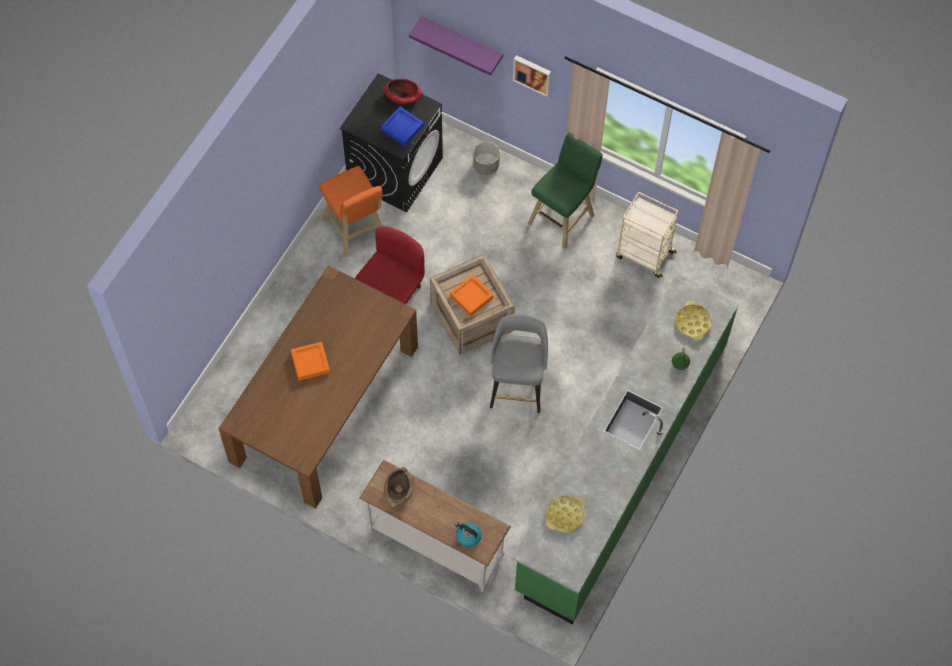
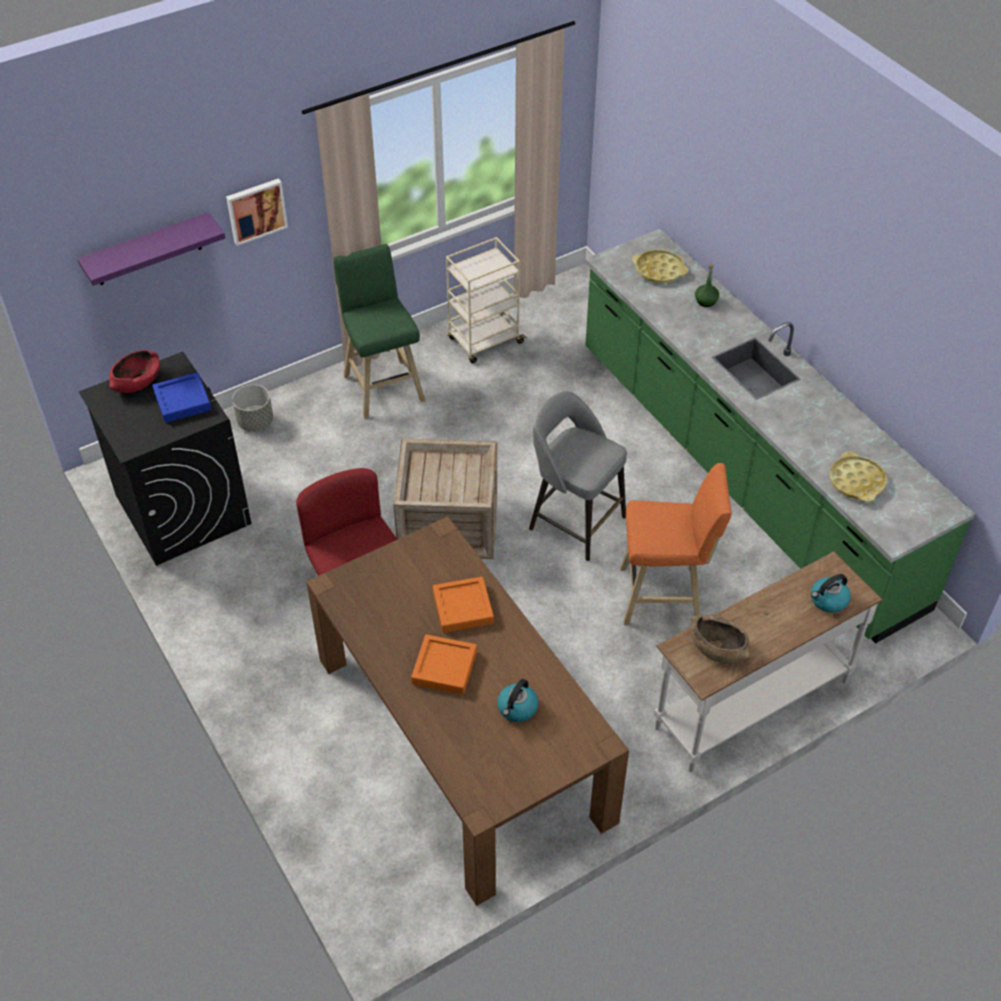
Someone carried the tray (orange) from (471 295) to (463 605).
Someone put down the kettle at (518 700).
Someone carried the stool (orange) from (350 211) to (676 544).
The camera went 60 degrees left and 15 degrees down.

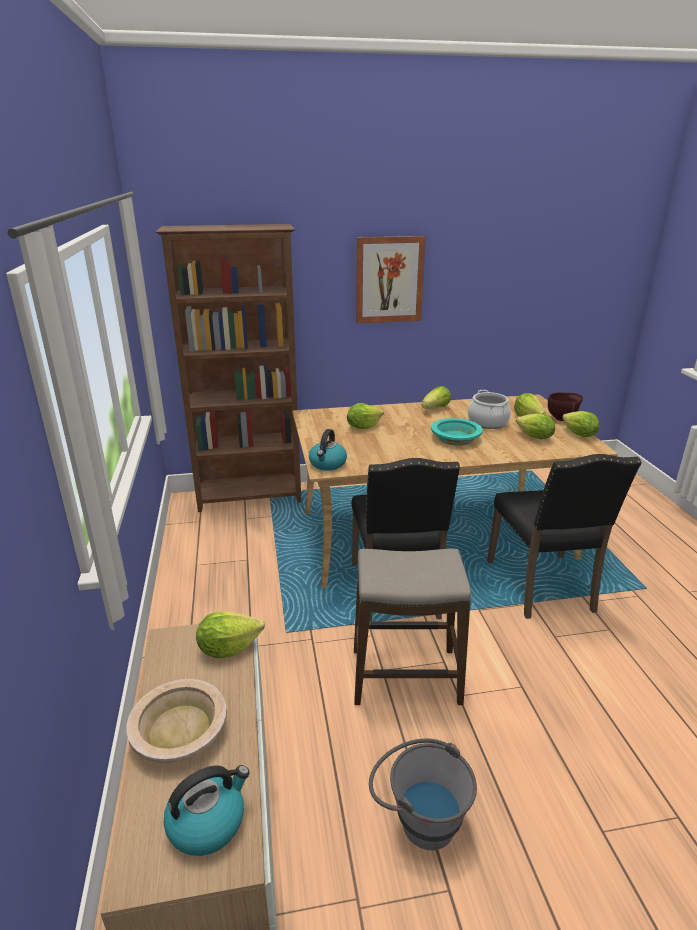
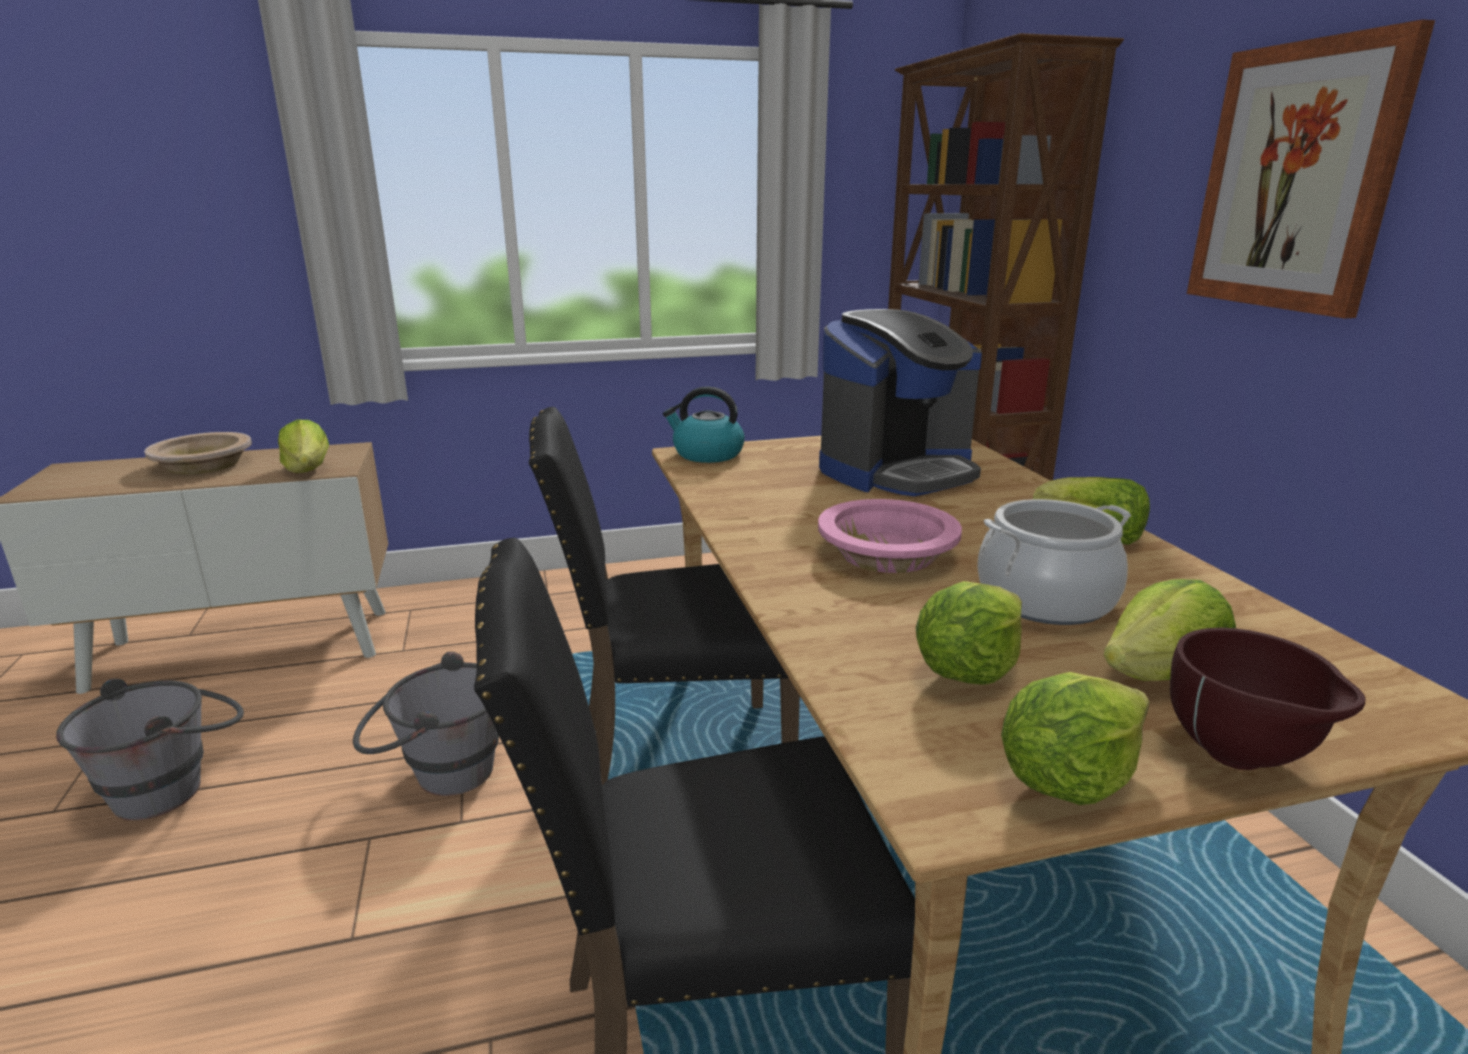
Someone swapped the stool at (412 627) for the bucket (grey) at (426 724).
Someone repainted the bowl (turquoise) at (456 432), which became the bowl (pink) at (890 536).
Someone swapped the lettuce at (365 416) for the coffee machine at (900 402).
Someone took away the kettle at (207 810).
The camera went 85 degrees right and 5 degrees down.

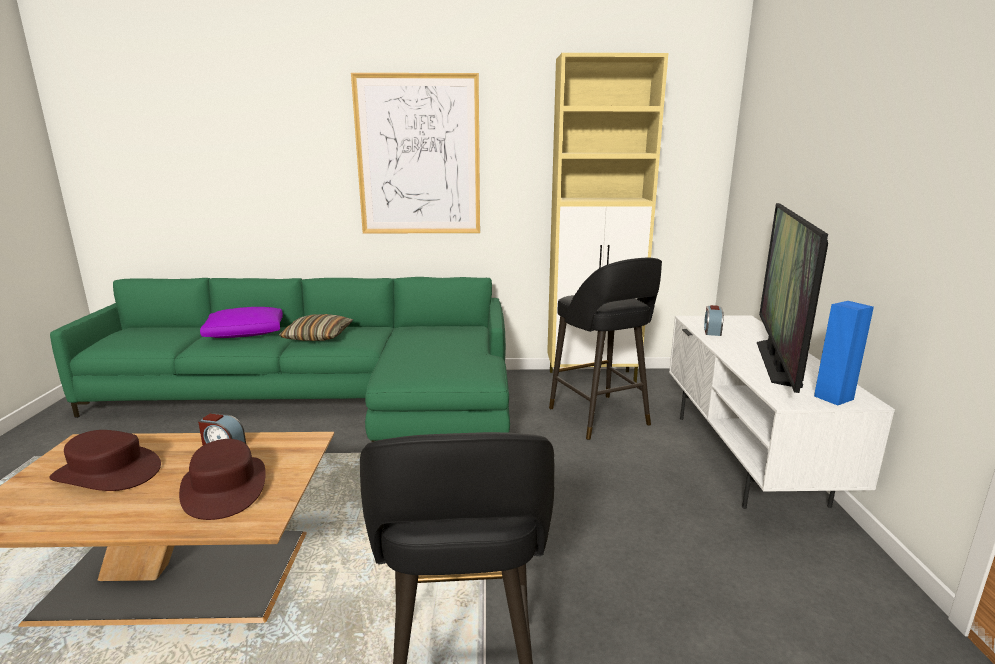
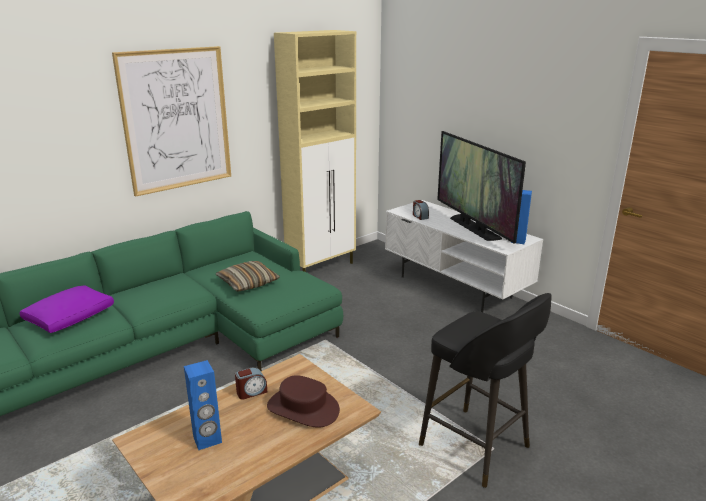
Someone swapped the hat (brown) at (105 460) for the speaker (blue) at (203 405).
Someone carried the pillow from (316 327) to (248 276).
Someone took away the stool (black) at (605 349).
The camera went 40 degrees left and 5 degrees up.

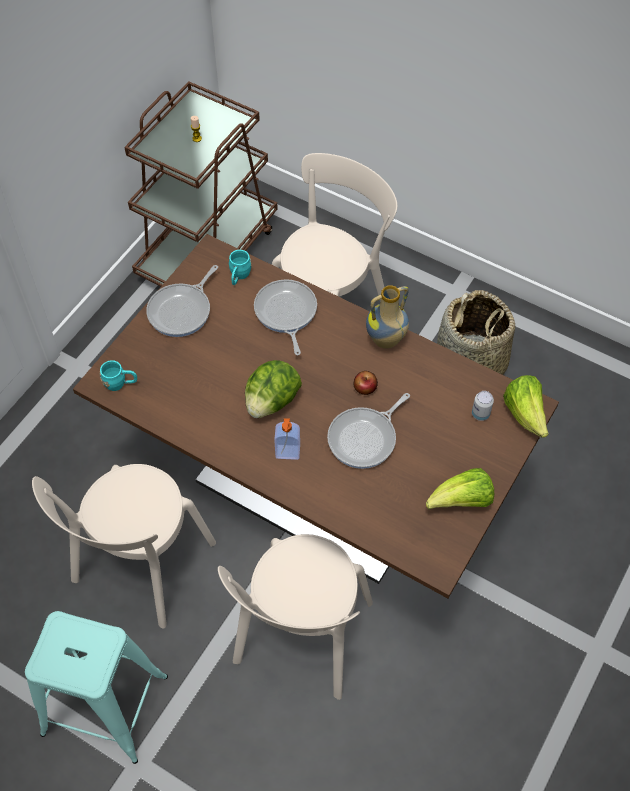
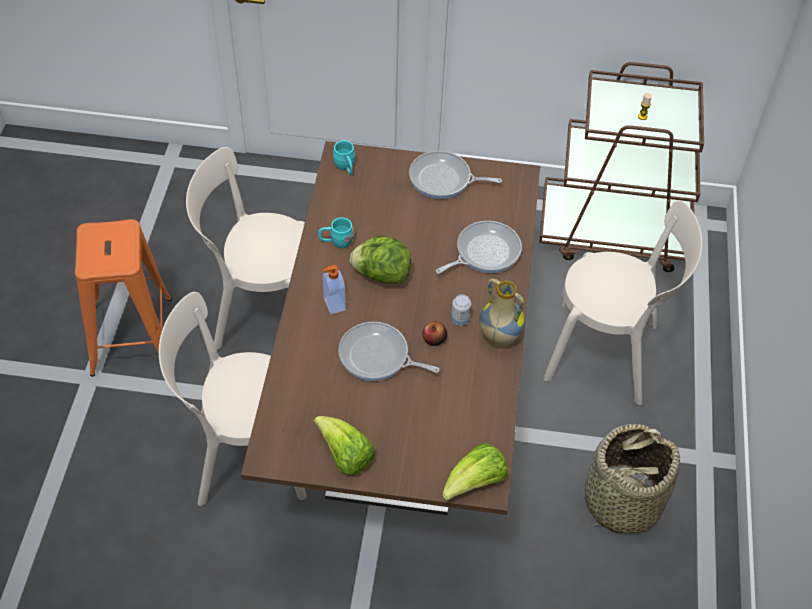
Someone repainted the stool (turquoise) at (96 687), which became the stool (orange) at (123 298).
Someone carried the mug (turquoise) from (240 267) to (336 232).
Someone carried the can from (483 406) to (461 310).
The camera went 65 degrees right and 5 degrees down.

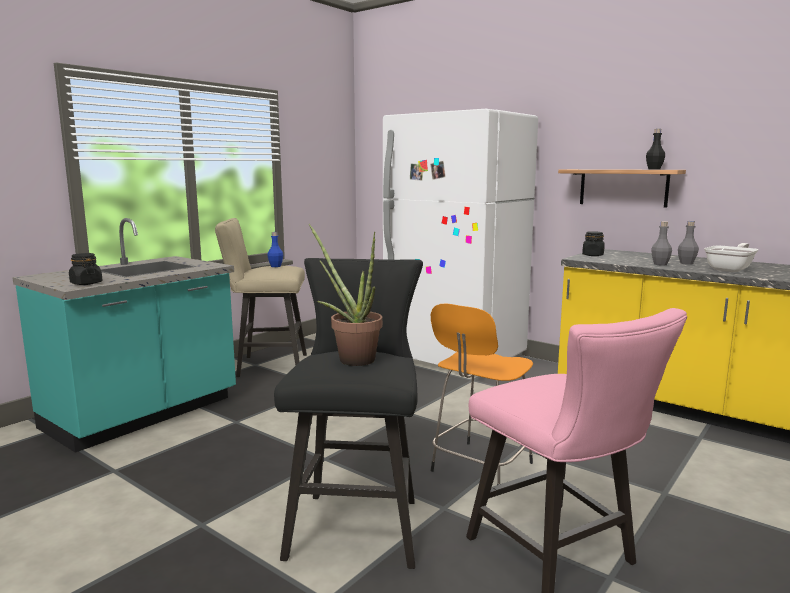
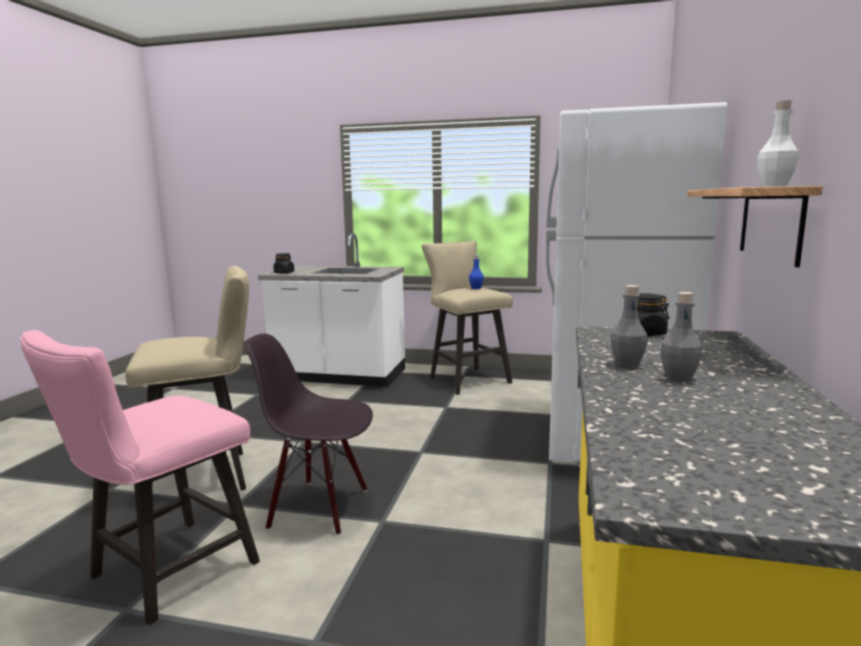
Someone repainted the stool (black) at (348 413), which became the stool (beige) at (187 378).
Someone swapped the stool (orange) at (482 394) for the chair (black) at (309 434).
Someone repainted the counter (turquoise) at (124 335), which became the counter (white) at (331 310).
Someone repainted the bottle (black) at (655 149), which became the bottle (white) at (778 144).
Someone took away the potted plant at (346 295).
Someone took away the frying pan at (731 257).
The camera went 65 degrees right and 0 degrees up.

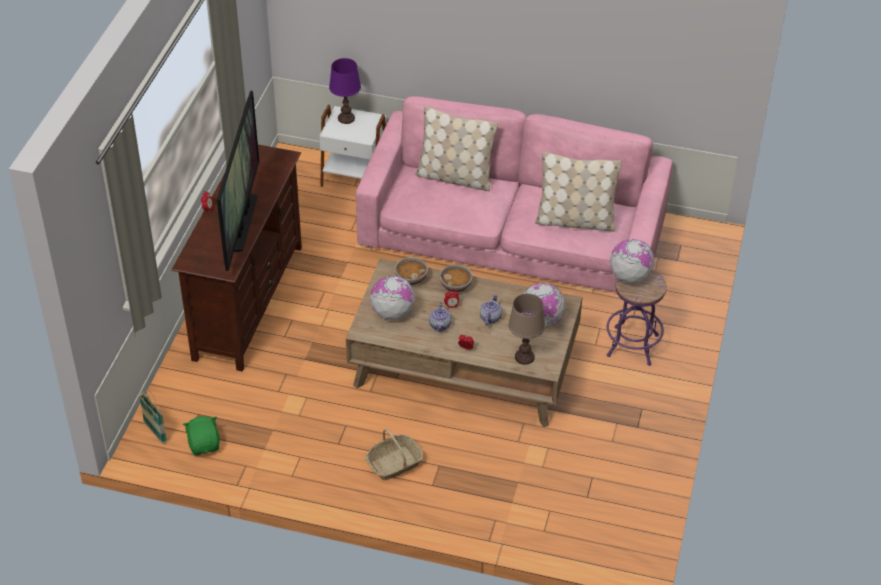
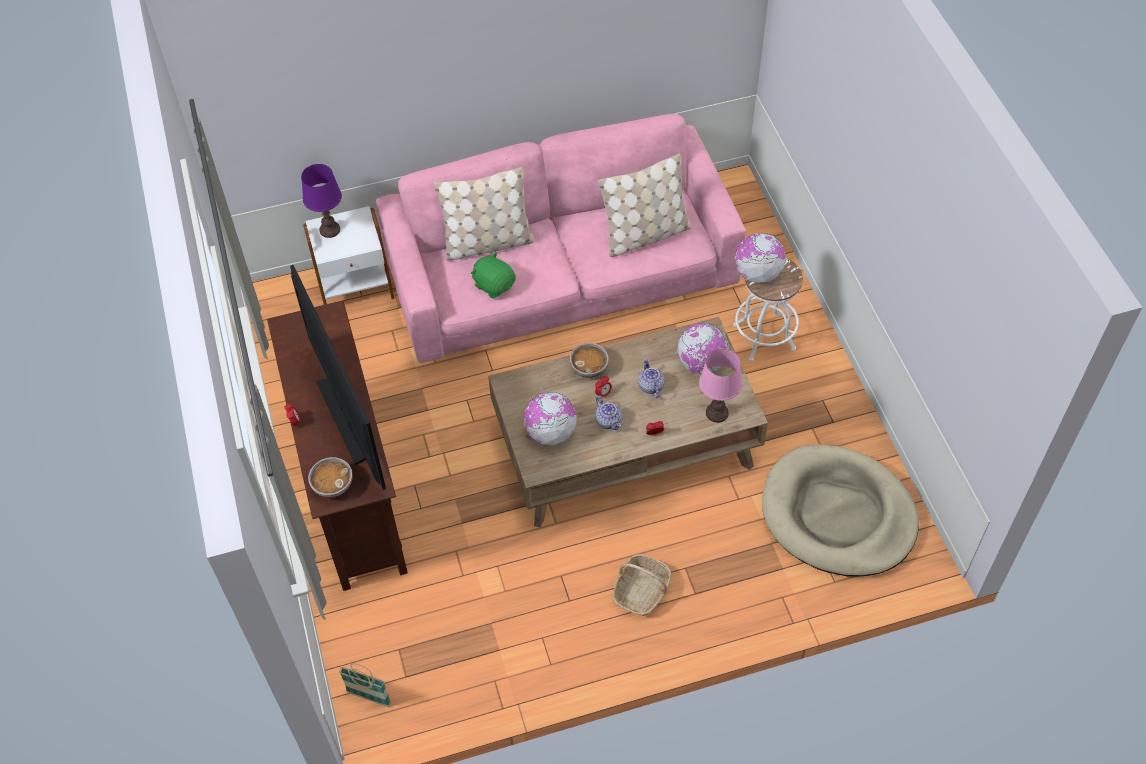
Someone carried the bowl from (411 271) to (330 477).
Someone carried the plush toy (green) from (201 435) to (493 275).
Someone repainted the table lamp (brown) at (526 329), which became the table lamp (pink) at (720 386).
Someone repainted the stool (purple) at (637 317), which became the stool (white) at (768 309).
Someone put down the dog bed (beige) at (840 510).
The camera went 30 degrees left and 10 degrees up.

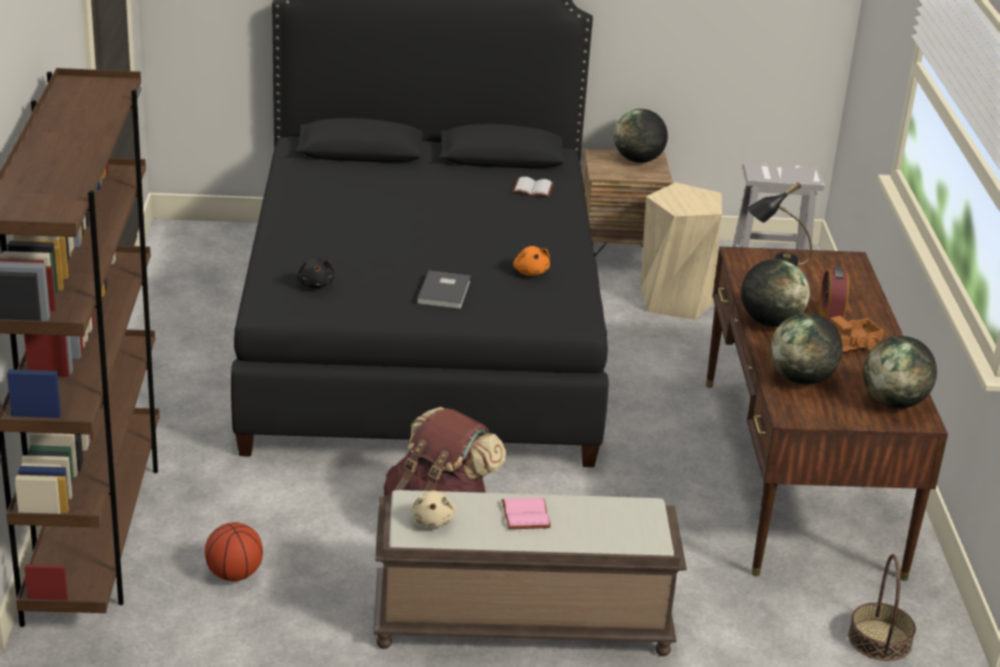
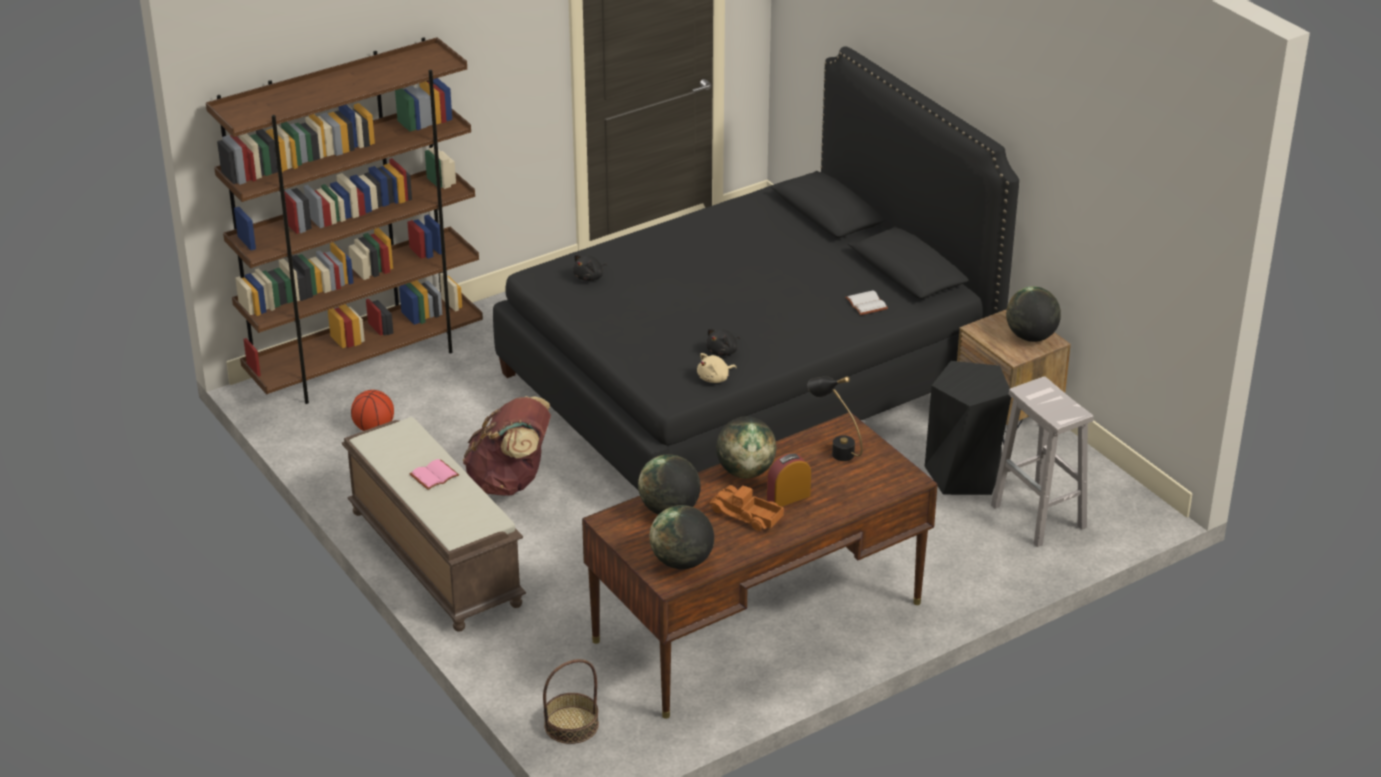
Someone carried the plush toy (beige) from (433 509) to (717 368).
Someone repainted the plush toy (orange) at (531 261), which became the plush toy (black) at (723 342).
Someone repainted the stool (beige) at (681 251), which became the stool (black) at (968 428).
Someone took away the book (grey) at (444 290).
The camera went 60 degrees right and 5 degrees up.

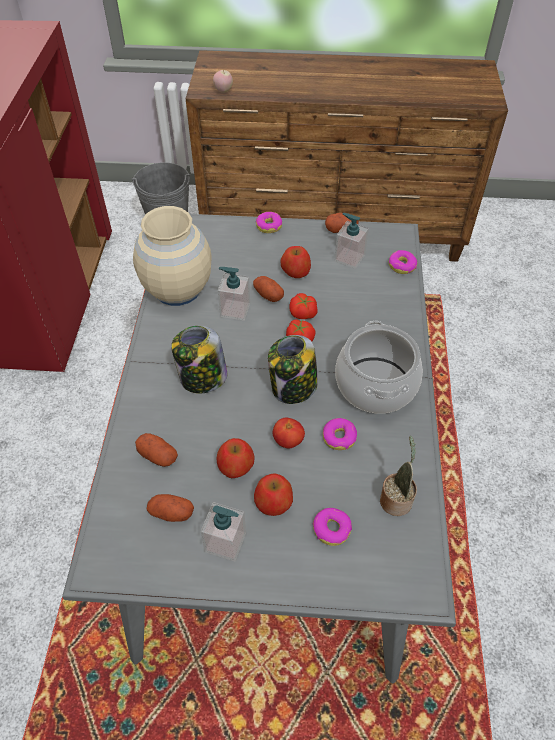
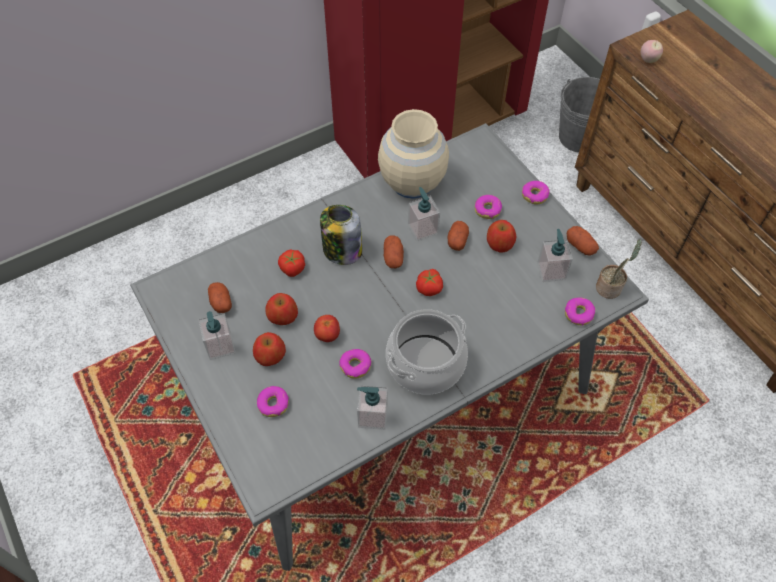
Someone carried the tomato from (303 306) to (291 263).
Someone put down the soap dispenser at (372 407).
Someone carried the potato from (156 450) to (394 251).
Someone put down the donut at (488 207).
Someone carried the potted plant from (398 476) to (619 269).
Someone took away the jar at (293 369).
The camera went 55 degrees right and 5 degrees up.

